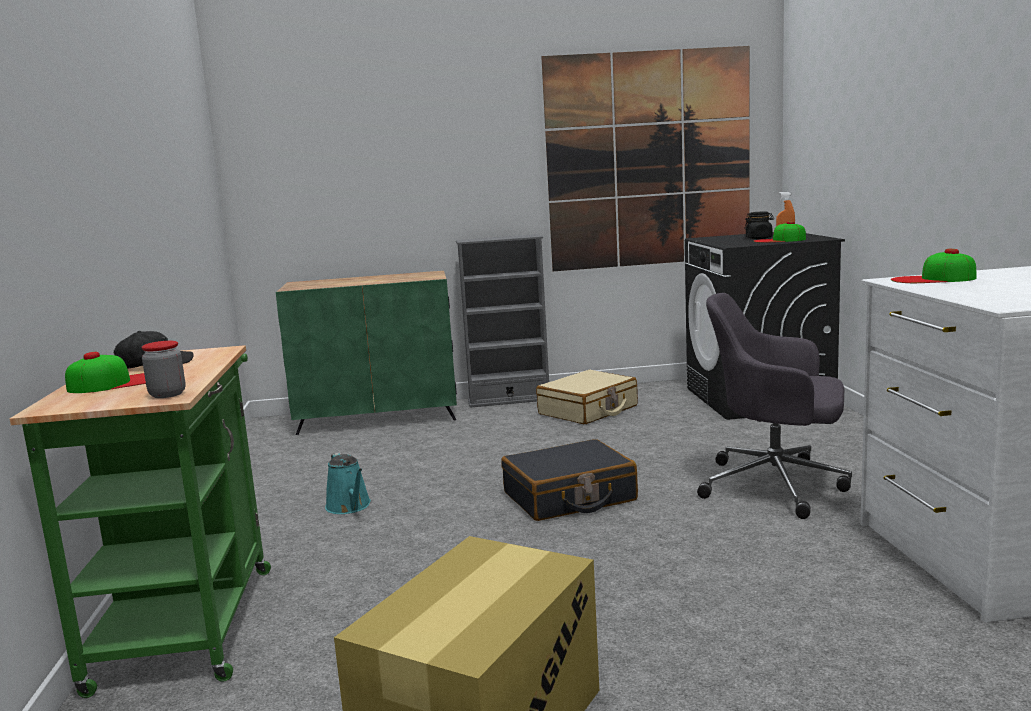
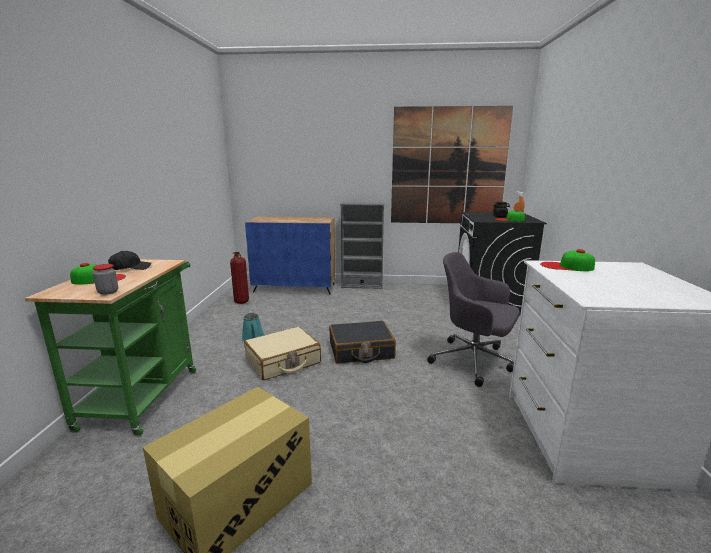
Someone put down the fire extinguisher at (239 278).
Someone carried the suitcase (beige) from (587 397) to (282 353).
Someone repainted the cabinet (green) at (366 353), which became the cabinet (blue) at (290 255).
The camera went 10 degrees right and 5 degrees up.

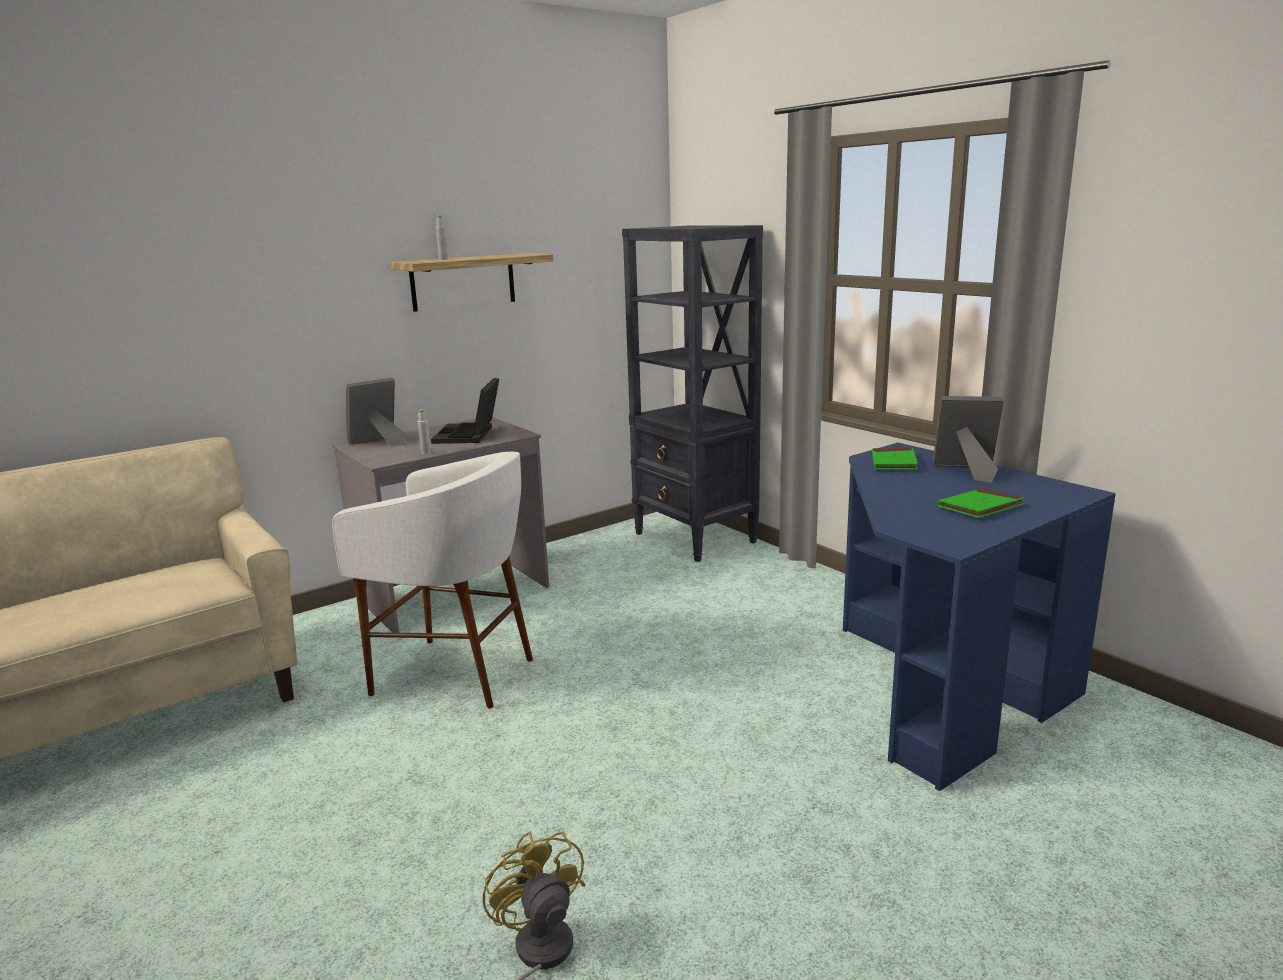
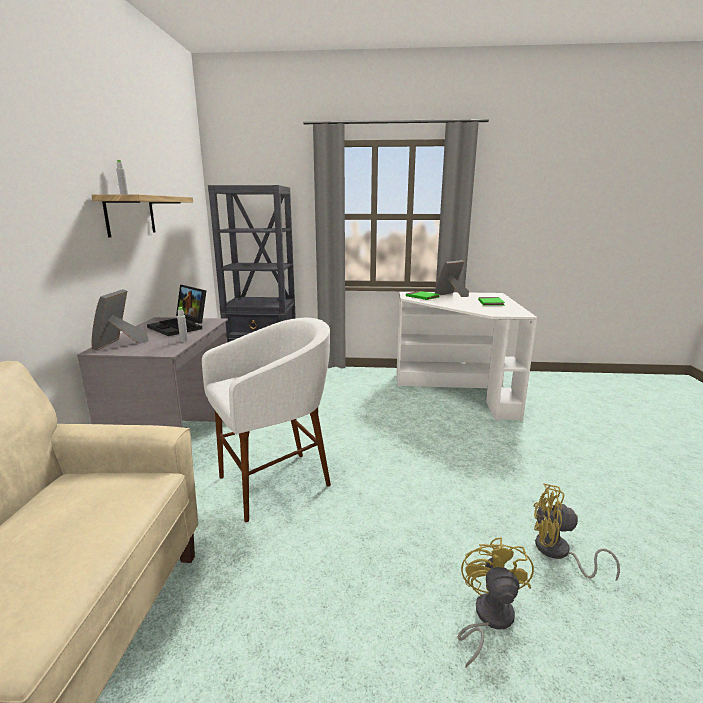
Someone repainted the desk (blue) at (979 617), which became the desk (white) at (467 356).
Someone put down the fan (yellow) at (496 602).
The camera went 50 degrees left and 0 degrees up.

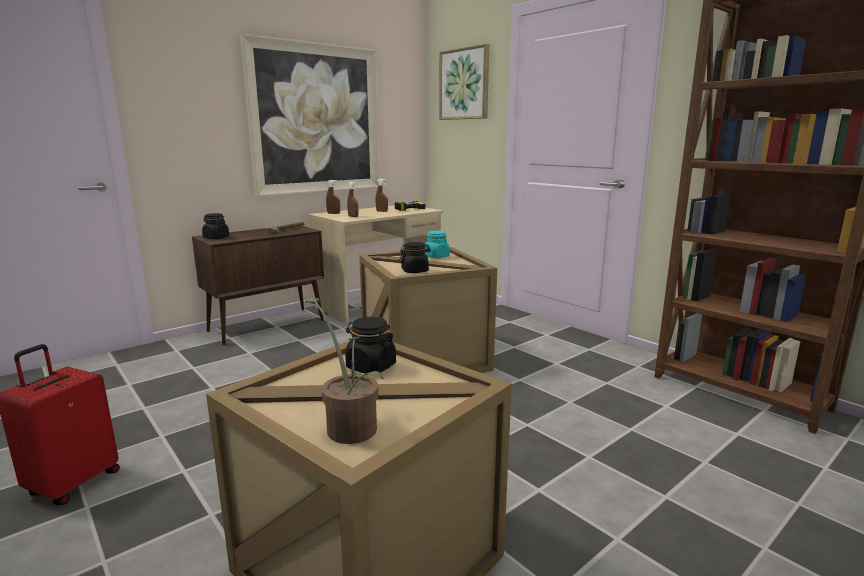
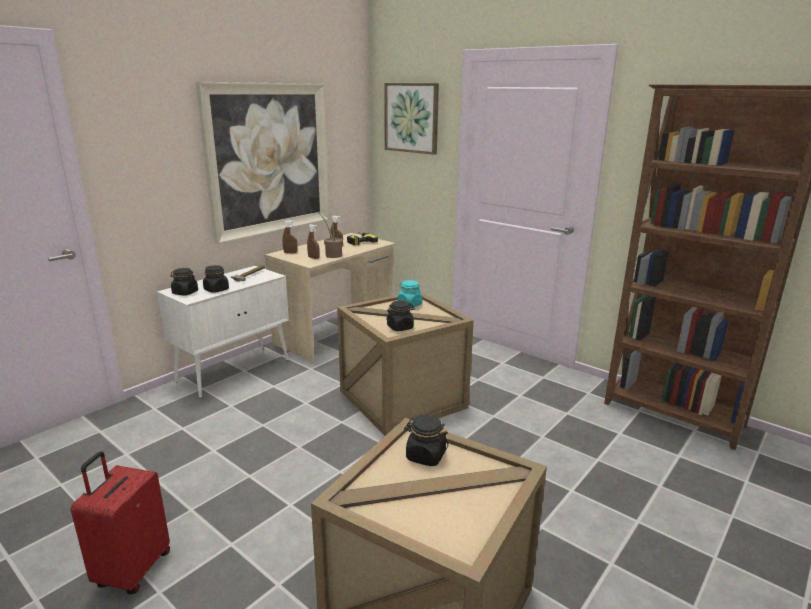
Someone repainted the cabinet (brown) at (258 285), which became the cabinet (white) at (223 332).
Someone put down the jar (black) at (216 279).
Someone carried the potted plant from (345 371) to (330 235).
The camera went 10 degrees left and 5 degrees up.

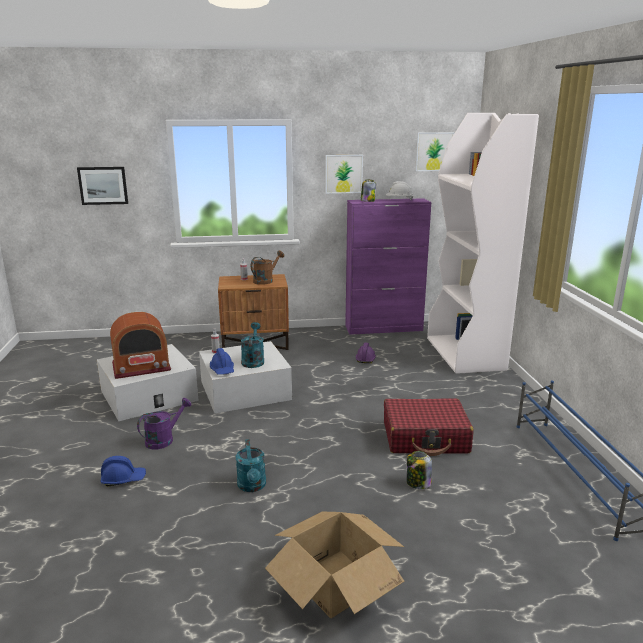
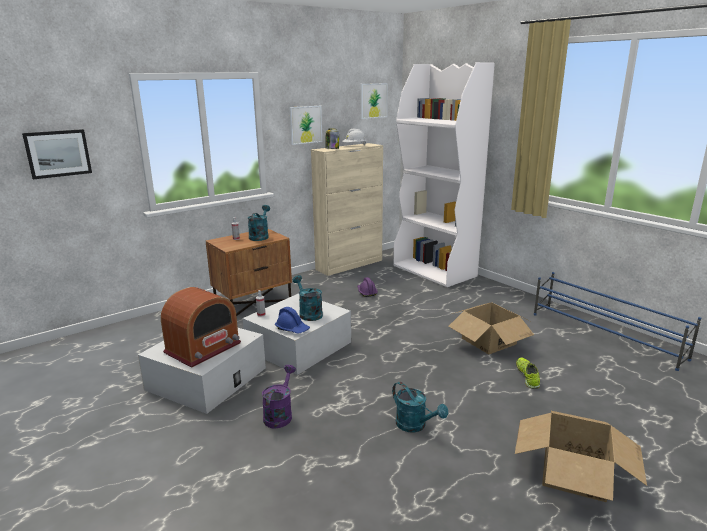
Someone repainted the watering can (brown) at (267 268), which became the watering can (turquoise) at (259 223).
Someone repainted the cabinet (purple) at (388 266), which became the cabinet (beige) at (347 209).
Someone swapped the suitcase (red) at (429 427) for the cardboard box at (491 328).
Someone swapped the jar at (419 470) for the shoe at (528 373).
Someone took away the hard hat (blue) at (123 471).
The camera went 30 degrees left and 0 degrees up.

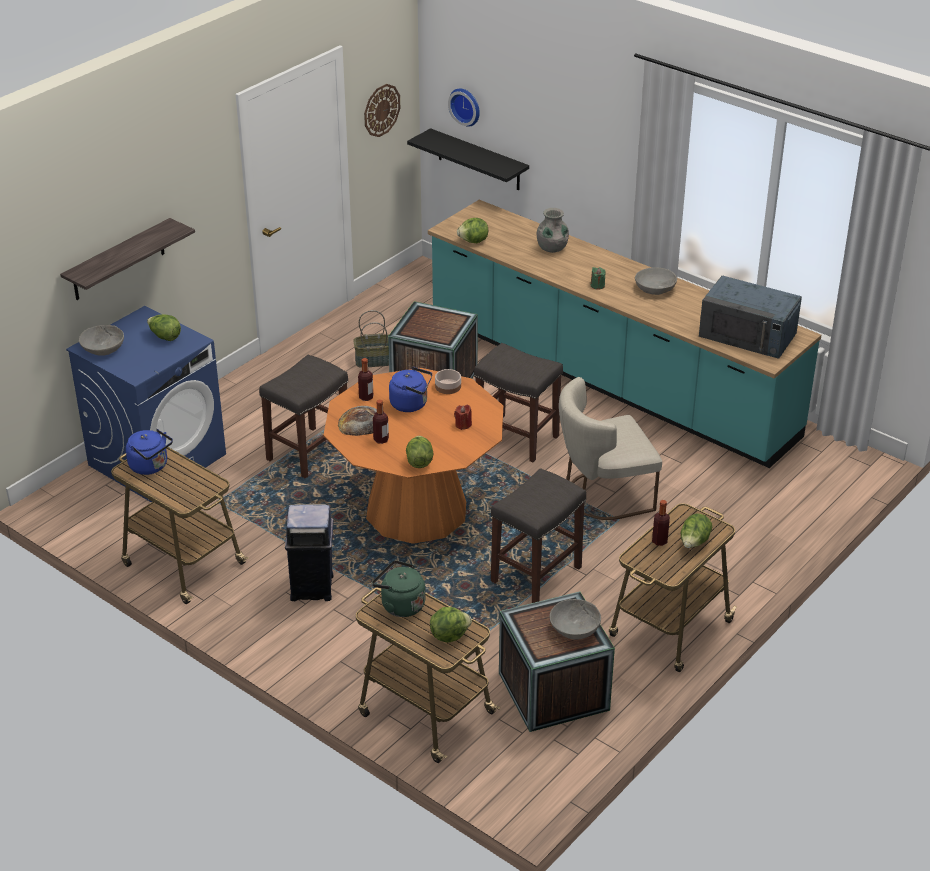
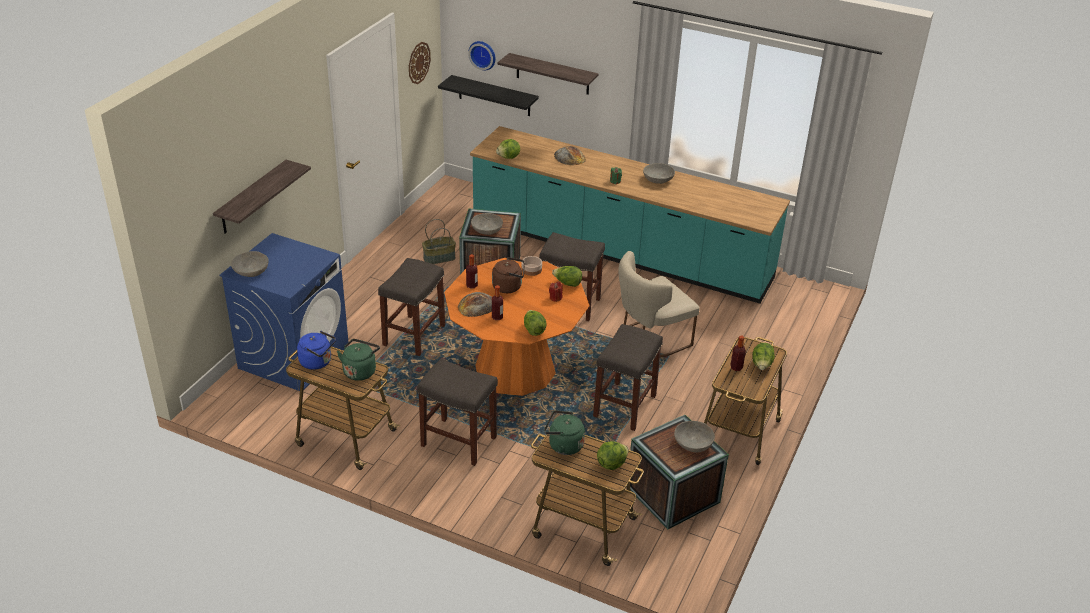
Someone put down the kettle (green) at (358 360).
Someone swapped the trash can (blue) at (309 552) for the stool (grey) at (457 412).
Someone put down the bowl (grey) at (487 224).
Someone repainted the kettle (blue) at (410 389), which became the kettle (brown) at (508 275).
Someone put up the shelf at (548 74).
Someone carried the lettuce from (164 327) to (567 276).
Someone swapped the vase (grey) at (553 230) for the bread at (570 155).
Someone took away the microwave (blue) at (750 317).
The camera went 15 degrees left and 0 degrees up.

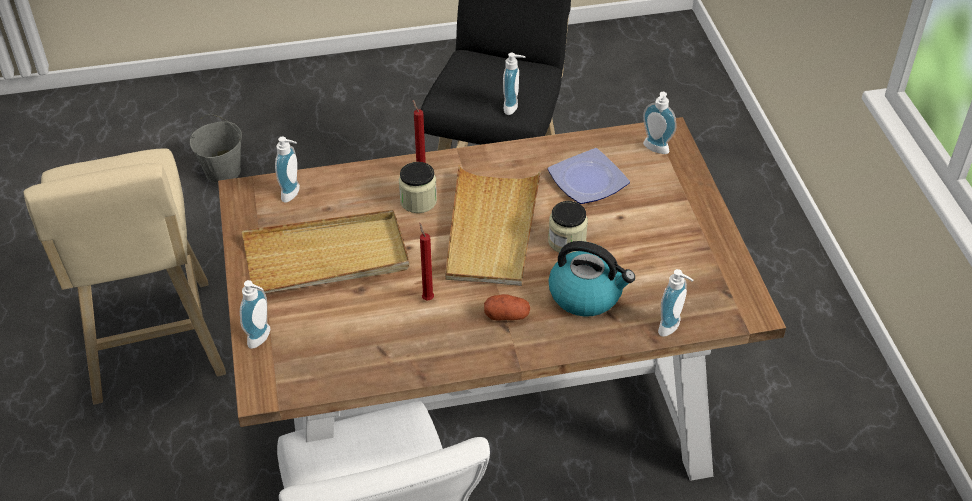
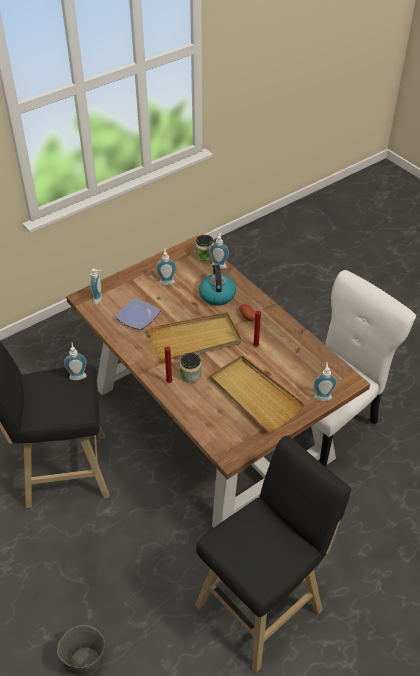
Someone carried the soap dispenser from (287 169) to (166 267).
Someone carried the jar from (568 227) to (204 248).
Someone repainted the stool (beige) at (125 277), which became the stool (black) at (273 553).
The camera went 115 degrees left and 0 degrees up.

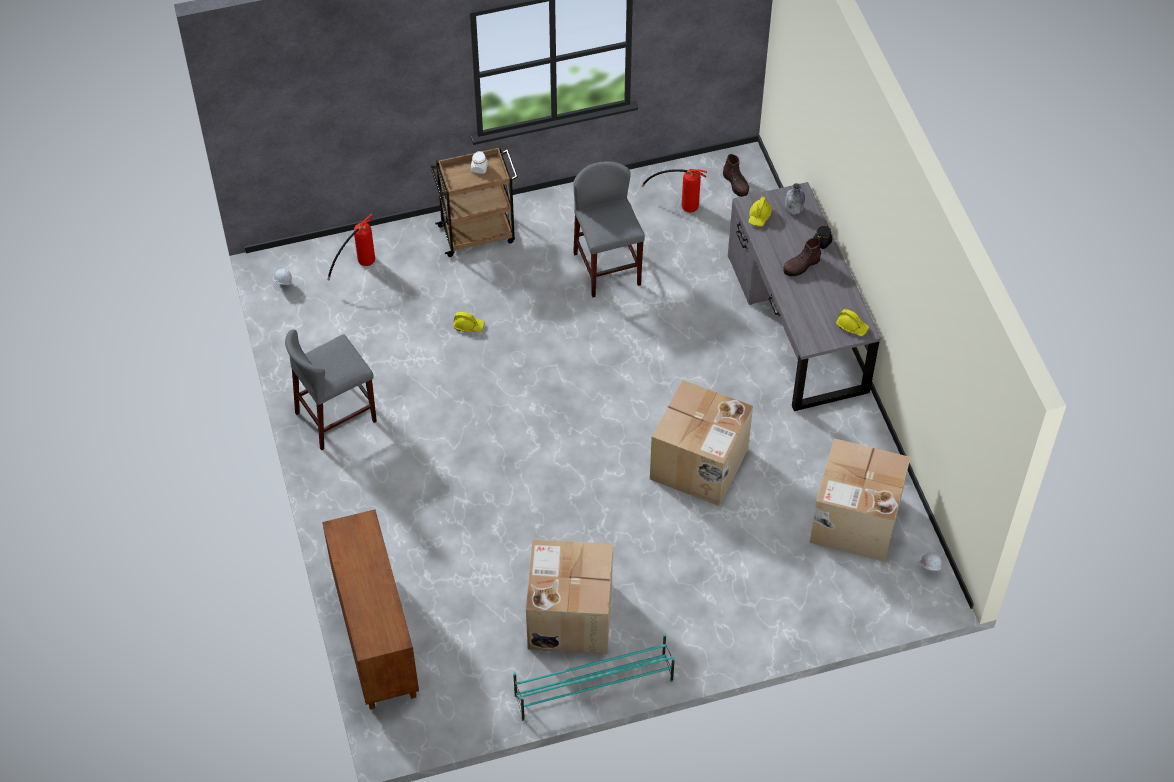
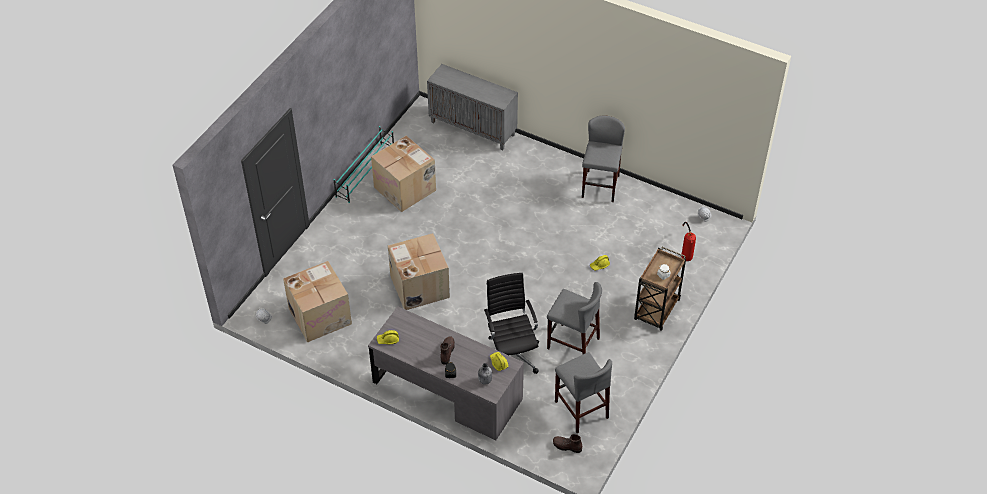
Someone repainted the cabinet (brown) at (370 609), which became the cabinet (grey) at (472 107).
Someone put down the office chair (black) at (511 323).
Someone swapped the fire extinguisher at (674 190) for the stool (grey) at (583 392).
The camera went 135 degrees right and 5 degrees down.

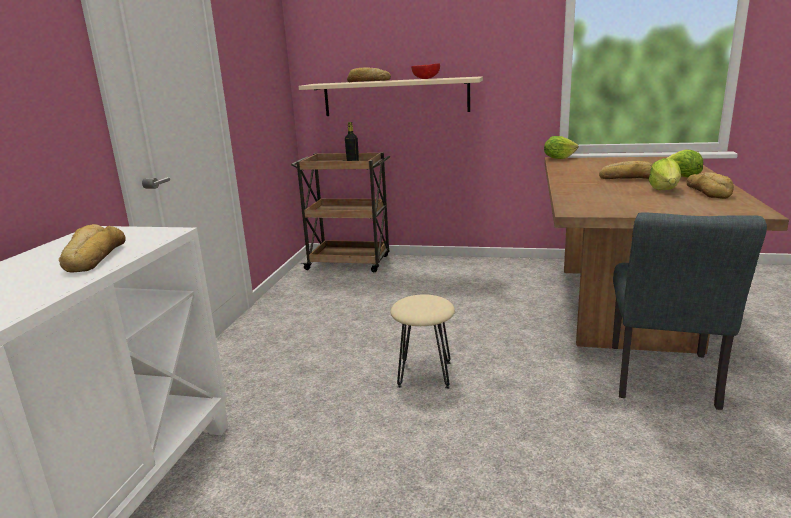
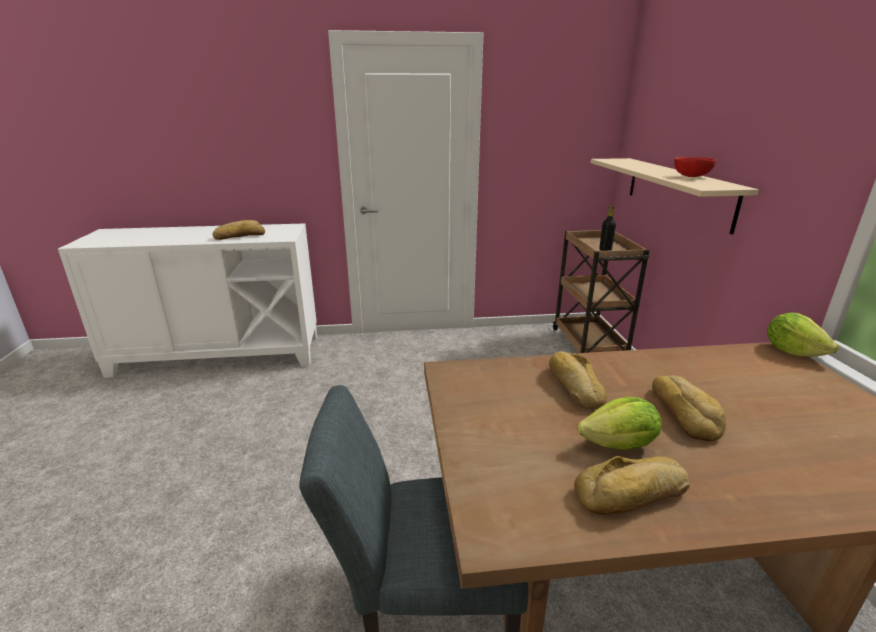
Someone carried the bread from (369 75) to (578 380).
Someone took away the stool (beige) at (422 341).
Someone took away the lettuce at (685 163).
The camera went 70 degrees right and 5 degrees up.

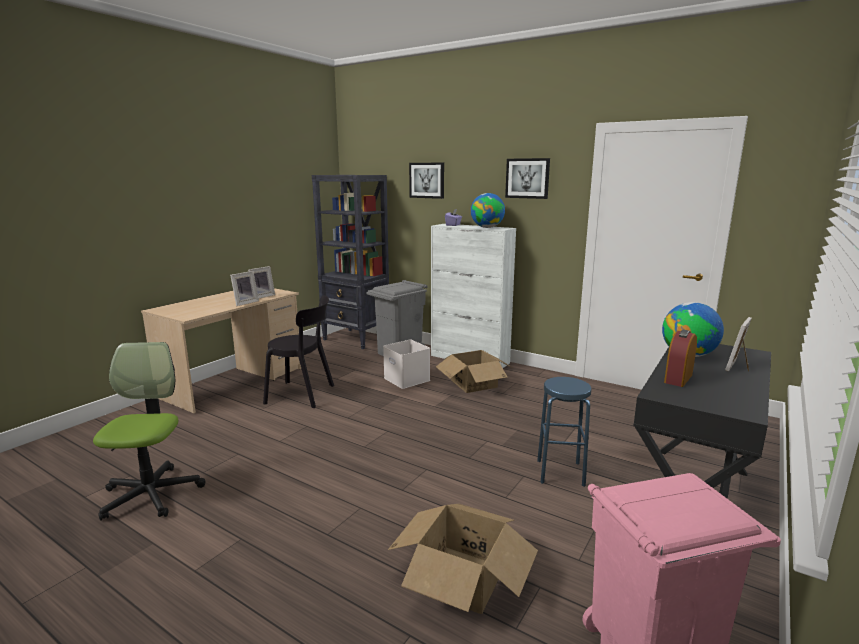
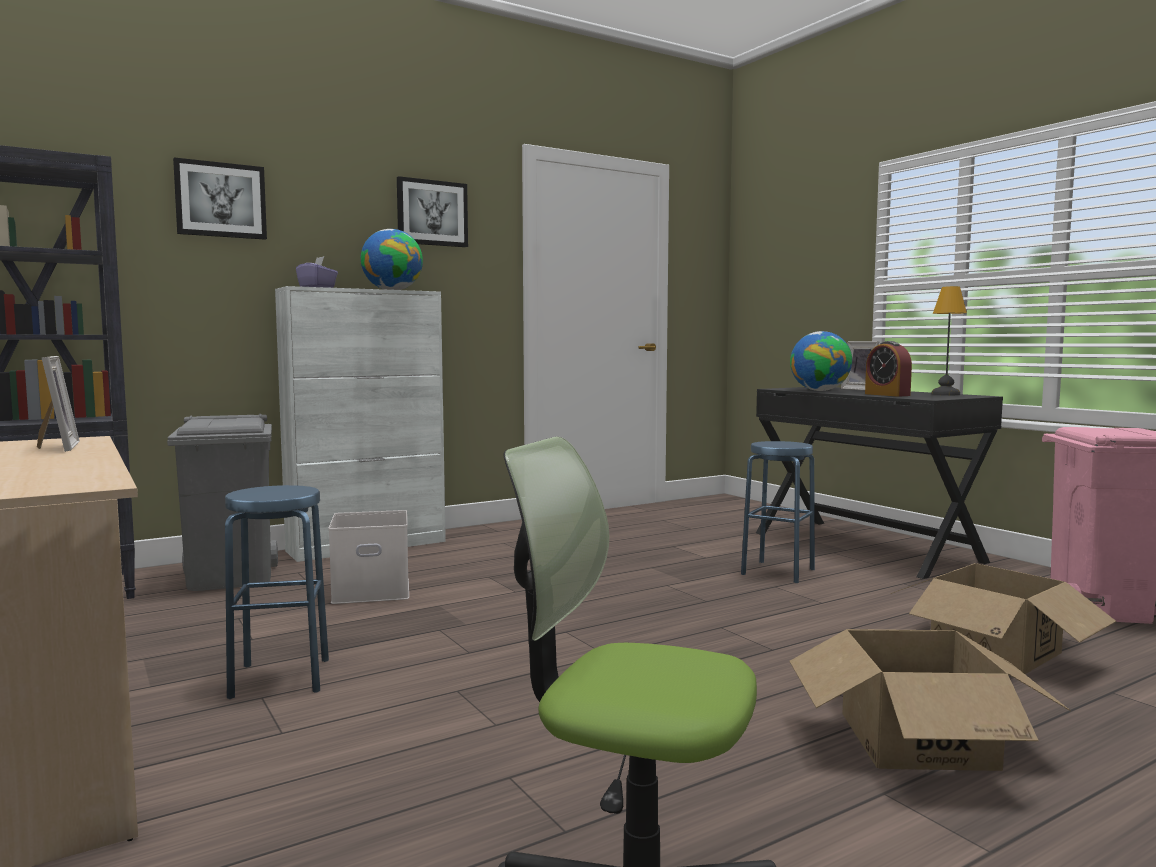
Someone swapped the chair (black) at (298 351) for the stool (blue) at (277 592).
Someone carried the cardboard box from (474 371) to (930 700).
Someone put down the table lamp at (949 340).
Someone took away the picture frame at (244 288).
The camera went 65 degrees left and 10 degrees down.

